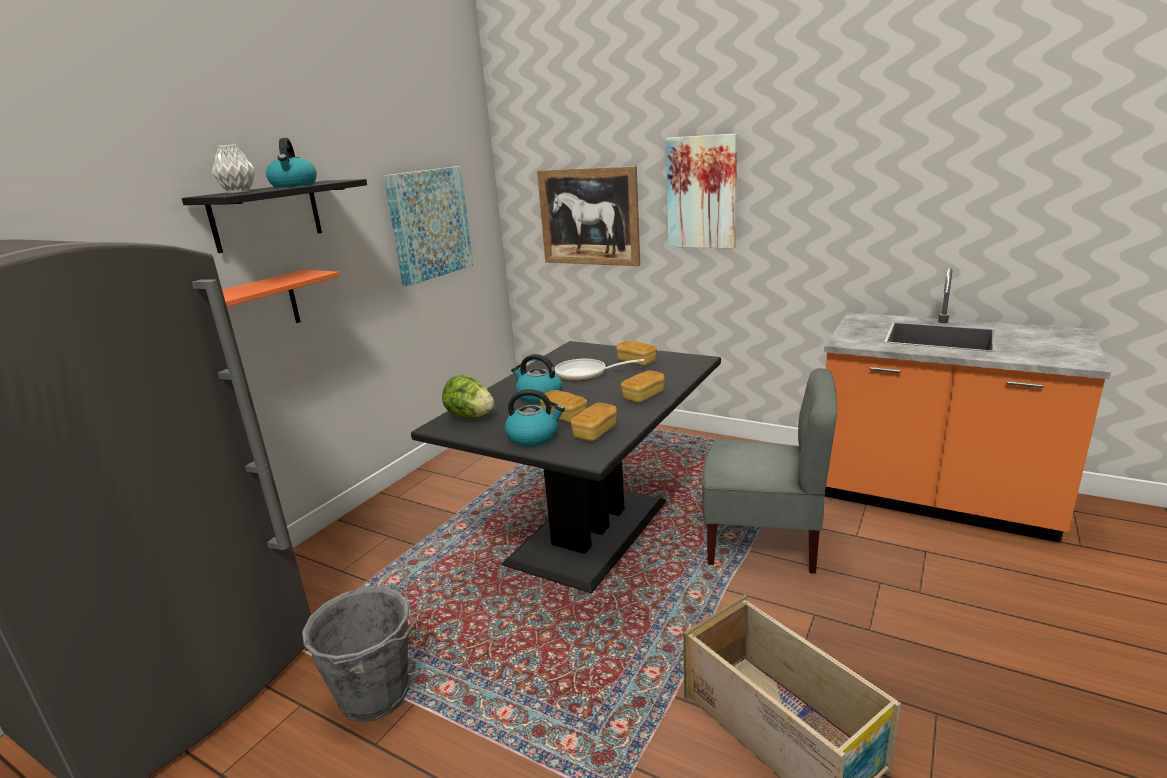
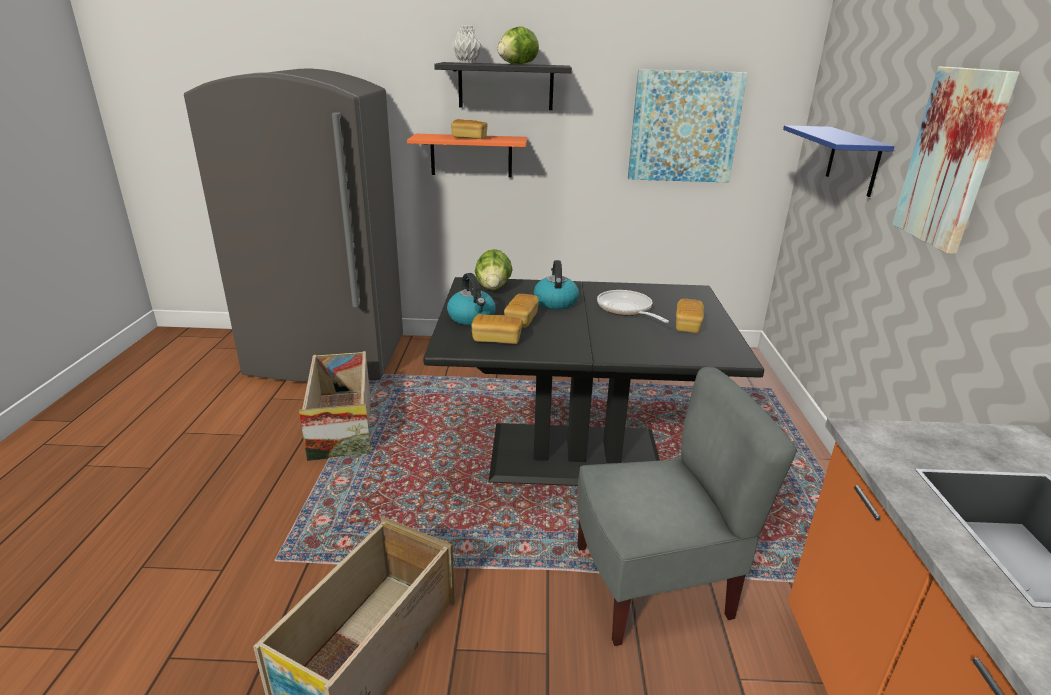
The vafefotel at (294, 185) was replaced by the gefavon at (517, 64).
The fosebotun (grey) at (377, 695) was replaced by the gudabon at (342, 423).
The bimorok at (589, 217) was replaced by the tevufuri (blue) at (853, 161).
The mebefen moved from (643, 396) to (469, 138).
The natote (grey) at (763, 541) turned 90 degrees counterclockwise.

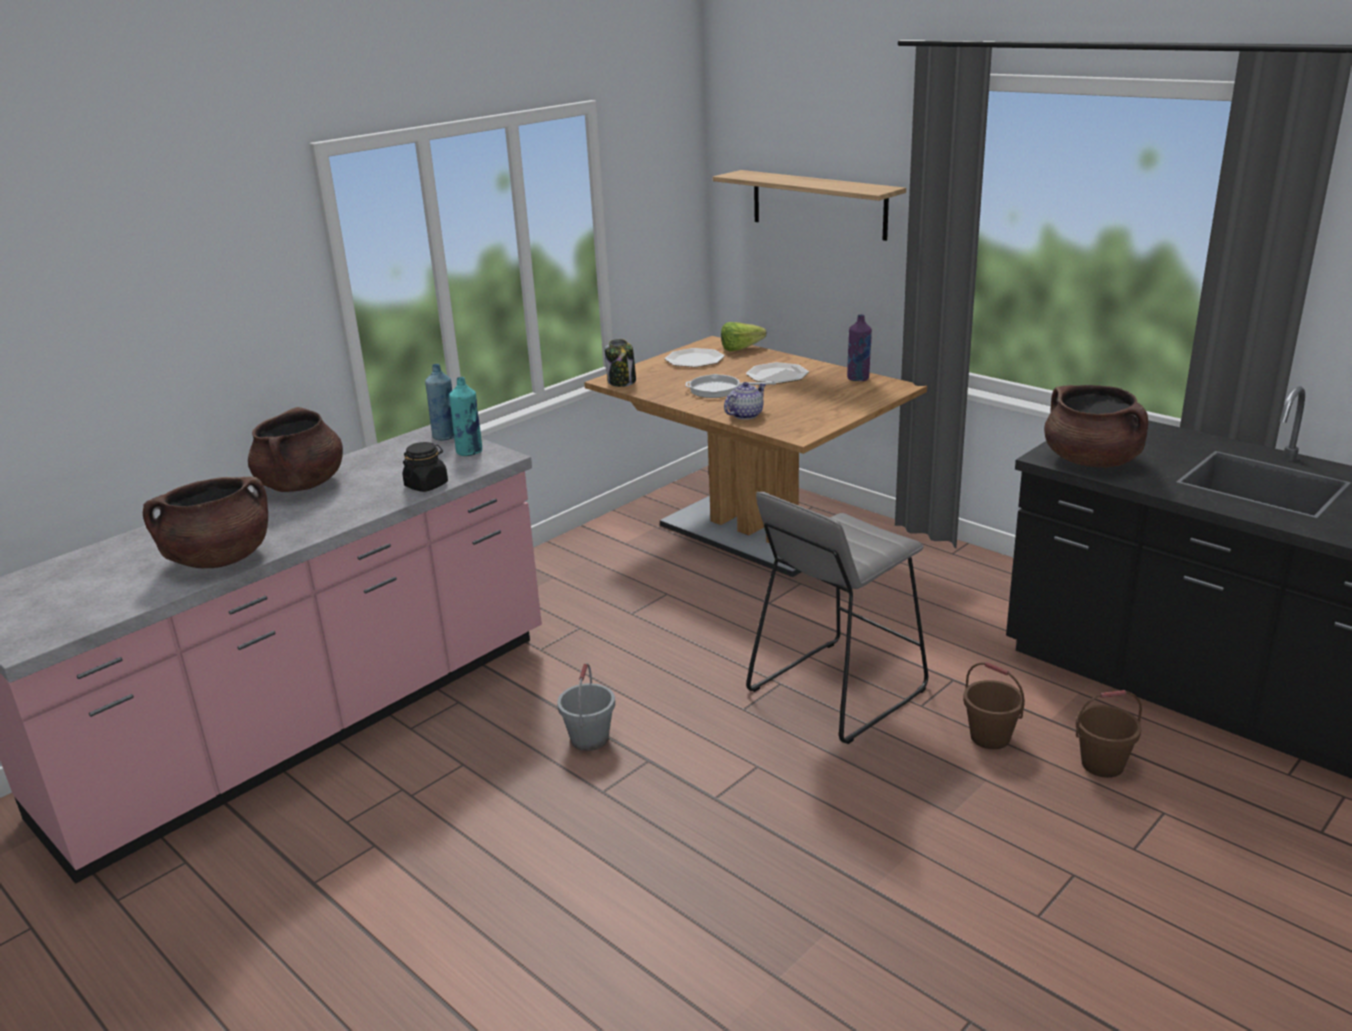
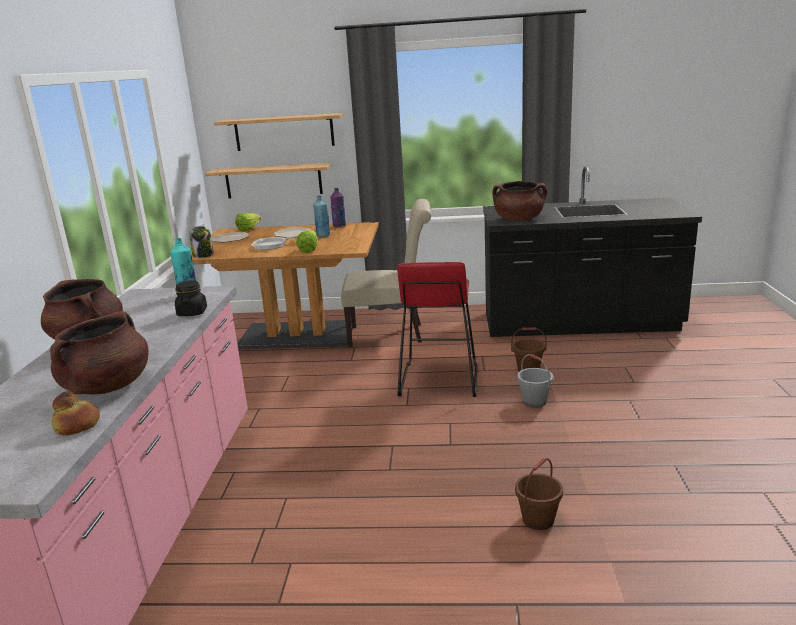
The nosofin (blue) moved from (445, 437) to (323, 236).
The fosebotun (grey) moved from (590, 739) to (535, 401).
The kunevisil at (745, 415) was replaced by the gefavon at (309, 250).
The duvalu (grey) at (836, 689) became the duvalu (red) at (438, 379).
The fosebotun (brown) moved from (1102, 765) to (538, 520).
The mebefen at (78, 425) appeared.
The tevufuri at (273, 181) appeared.
The natote (beige) at (391, 334) appeared.

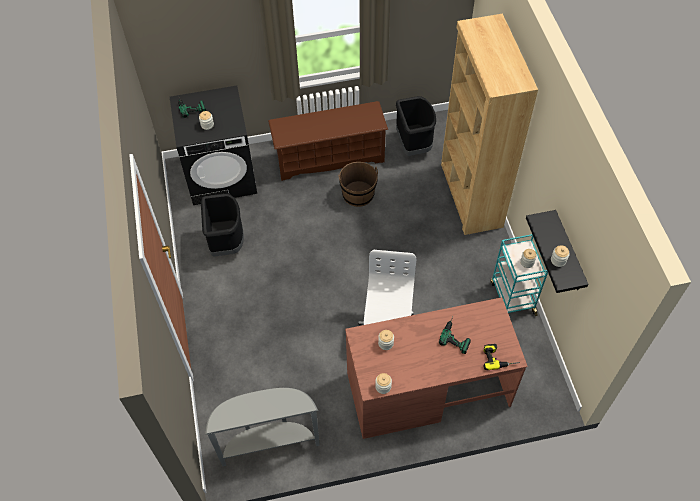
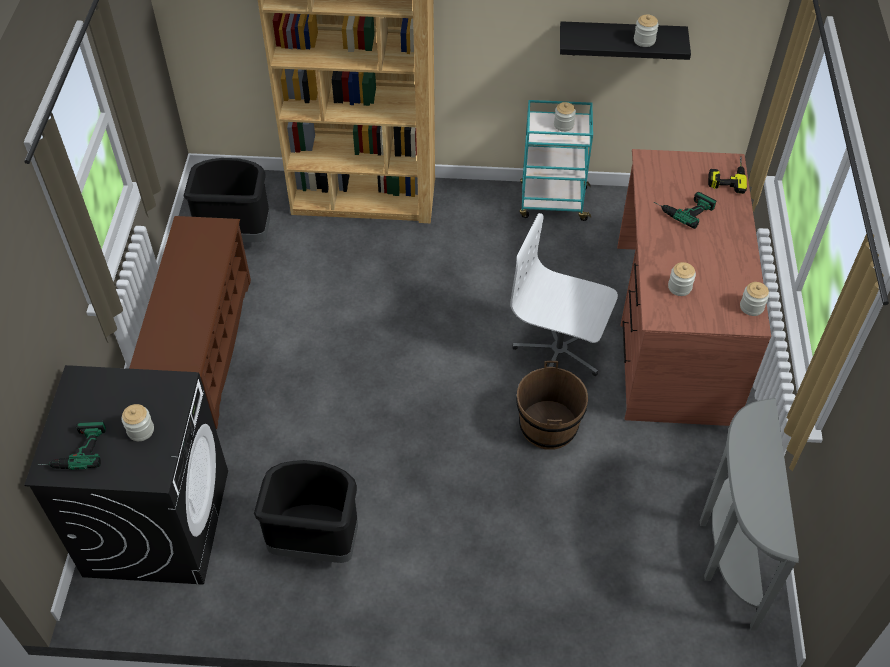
The fosebotun (brown) moved from (358, 194) to (548, 425).

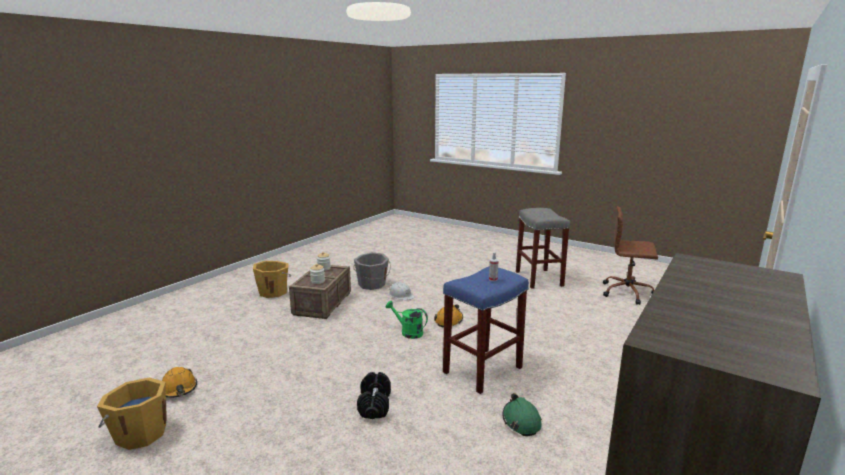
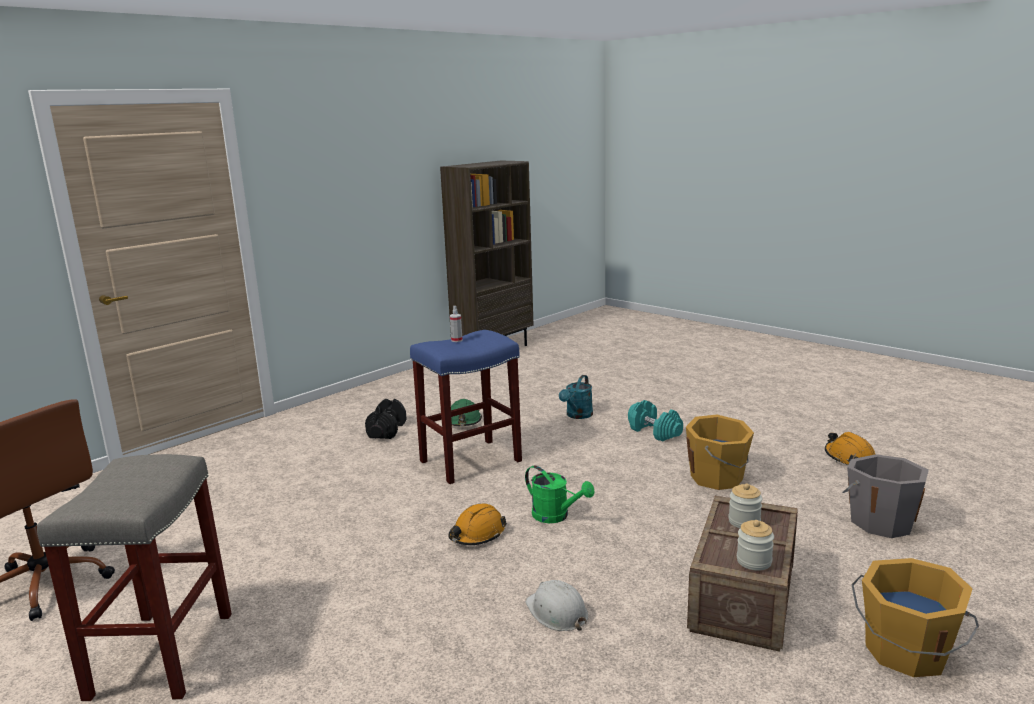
The fosebotun (orange) moved from (140, 433) to (718, 478).
The fosebotun (grey) moved from (372, 284) to (880, 522).
The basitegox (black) moved from (374, 404) to (387, 430).
The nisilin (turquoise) at (577, 415) appeared.
The basitegox (turquoise) at (655, 432) appeared.

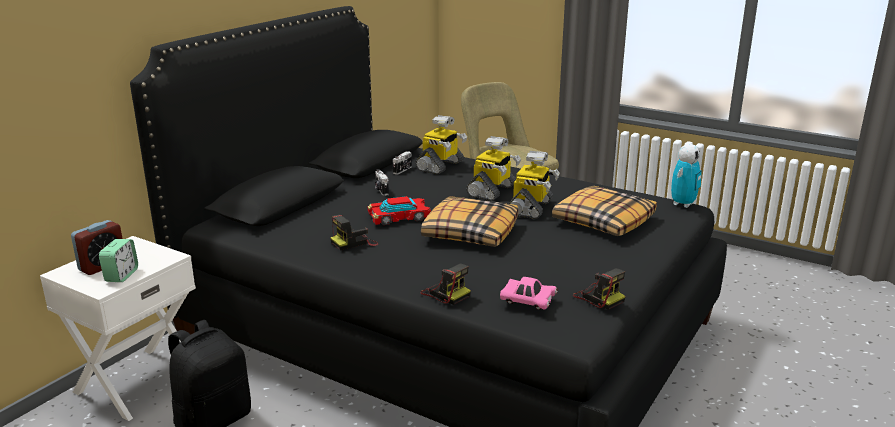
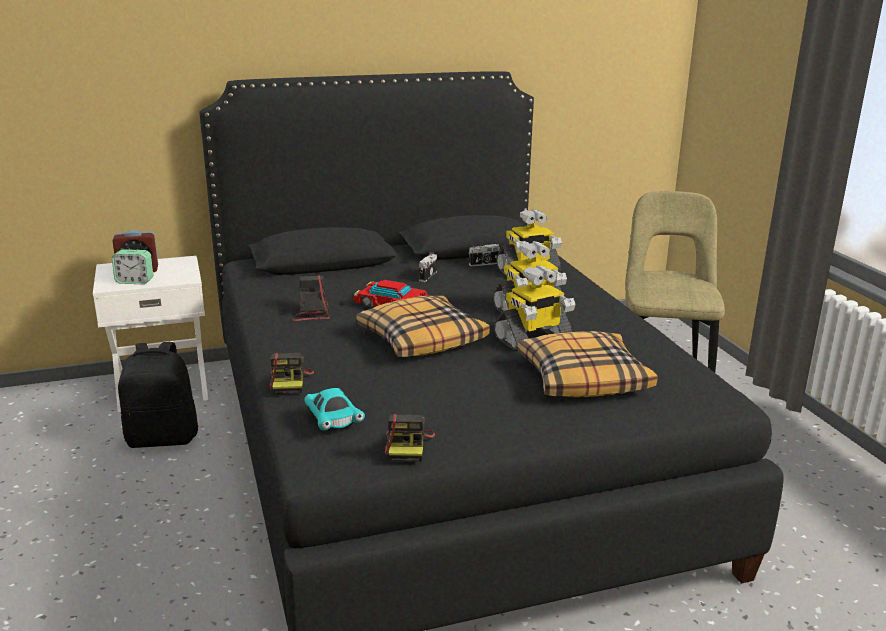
The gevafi at (121, 275) turned 45 degrees clockwise.
The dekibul at (354, 243) turned 75 degrees clockwise.
The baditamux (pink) at (527, 302) became the baditamux (turquoise) at (333, 419).
The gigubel at (683, 204) disappeared.

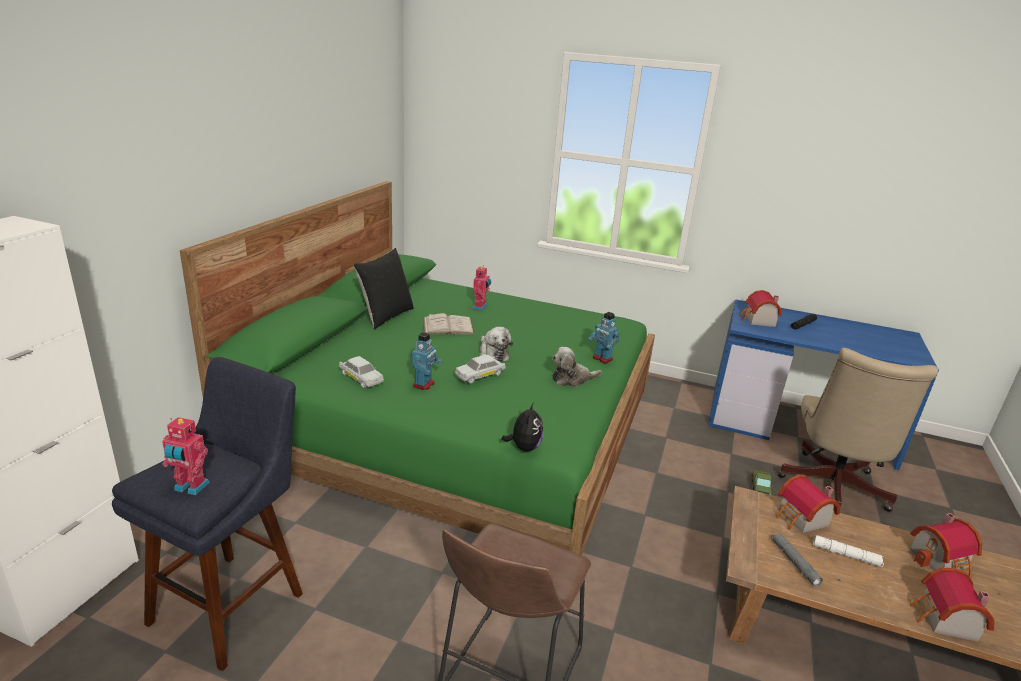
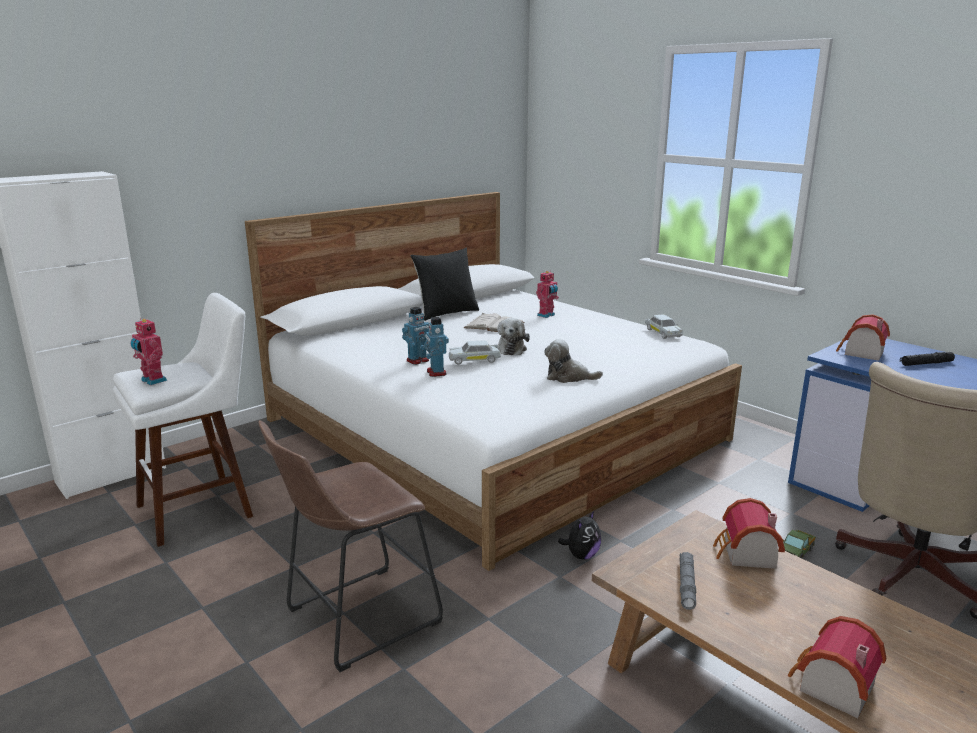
The duvalu (blue) at (234, 602) became the duvalu (white) at (202, 508).
The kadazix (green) at (455, 423) became the kadazix (white) at (492, 429).
The baditamux (white) moved from (361, 378) to (663, 333).
The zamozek moved from (524, 447) to (581, 555).
The gigubel moved from (602, 359) to (436, 373).
The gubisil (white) at (846, 555) disappeared.
The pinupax at (941, 561) disappeared.

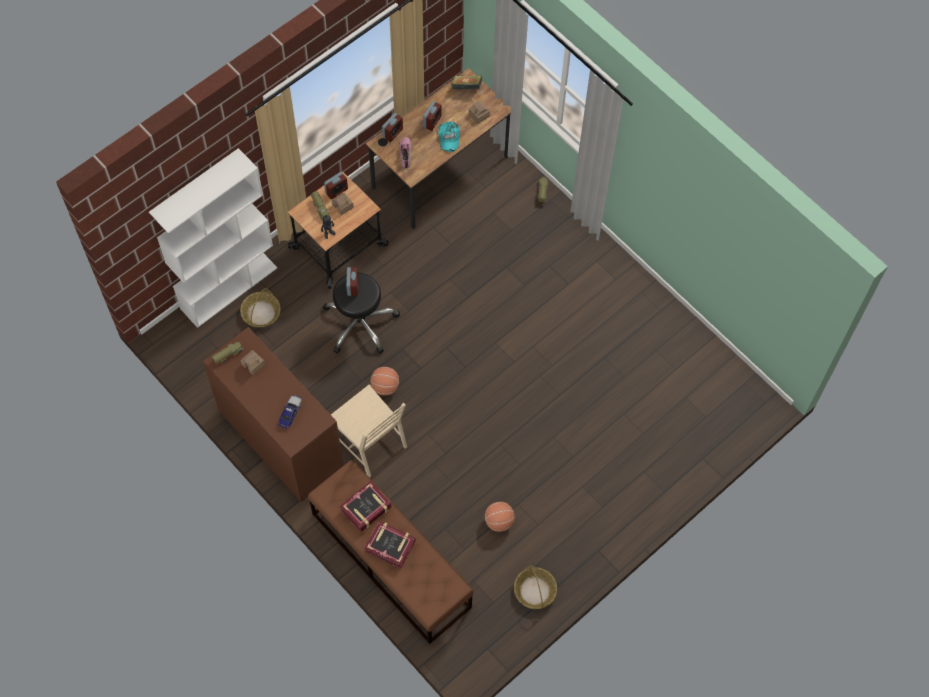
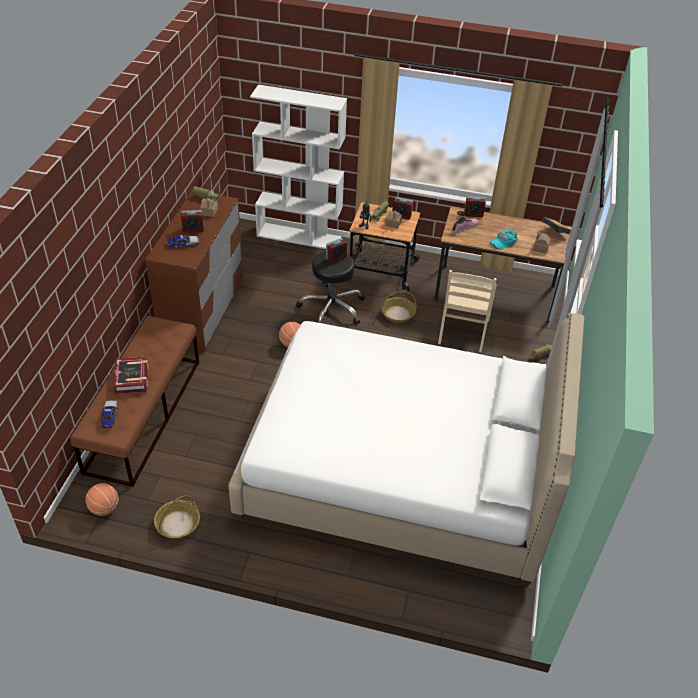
The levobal moved from (261, 313) to (398, 314).
The natote (beige) moved from (370, 442) to (463, 332).
The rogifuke at (366, 508) disappeared.
The gevafi moved from (432, 122) to (193, 229).
The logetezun moved from (499, 521) to (104, 508).
The baditamux at (109, 416) appeared.
The kadazix (white) at (399, 469) appeared.

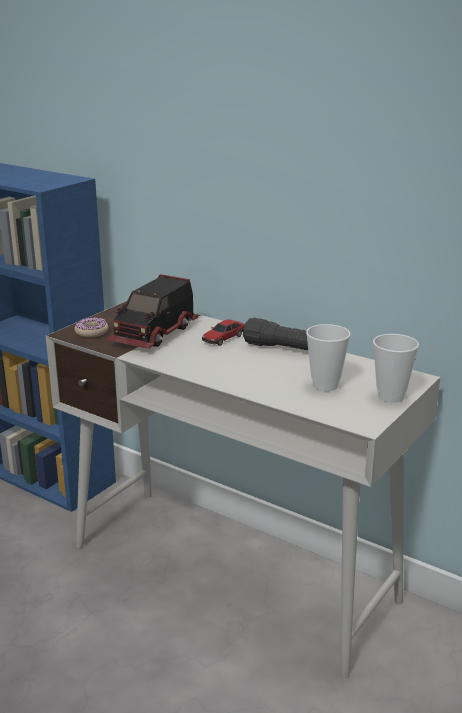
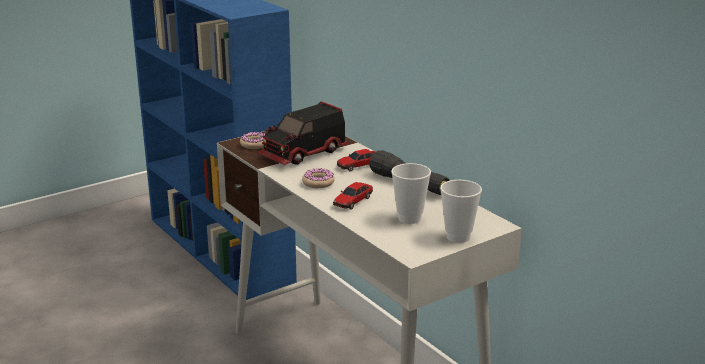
The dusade at (318, 183) appeared.
The baditamux at (353, 201) appeared.

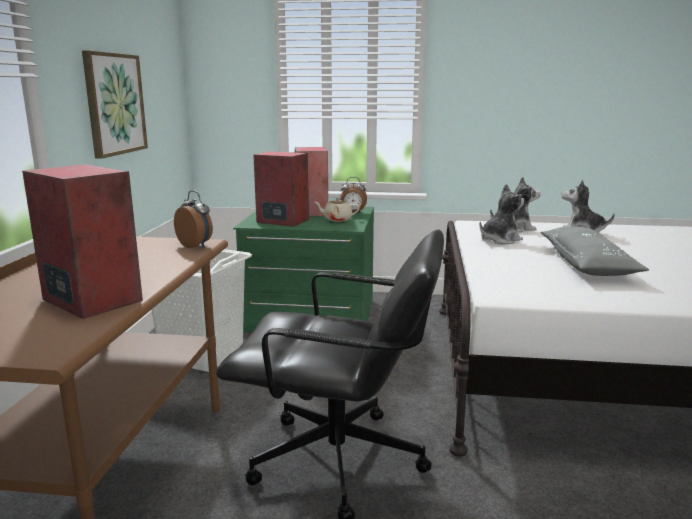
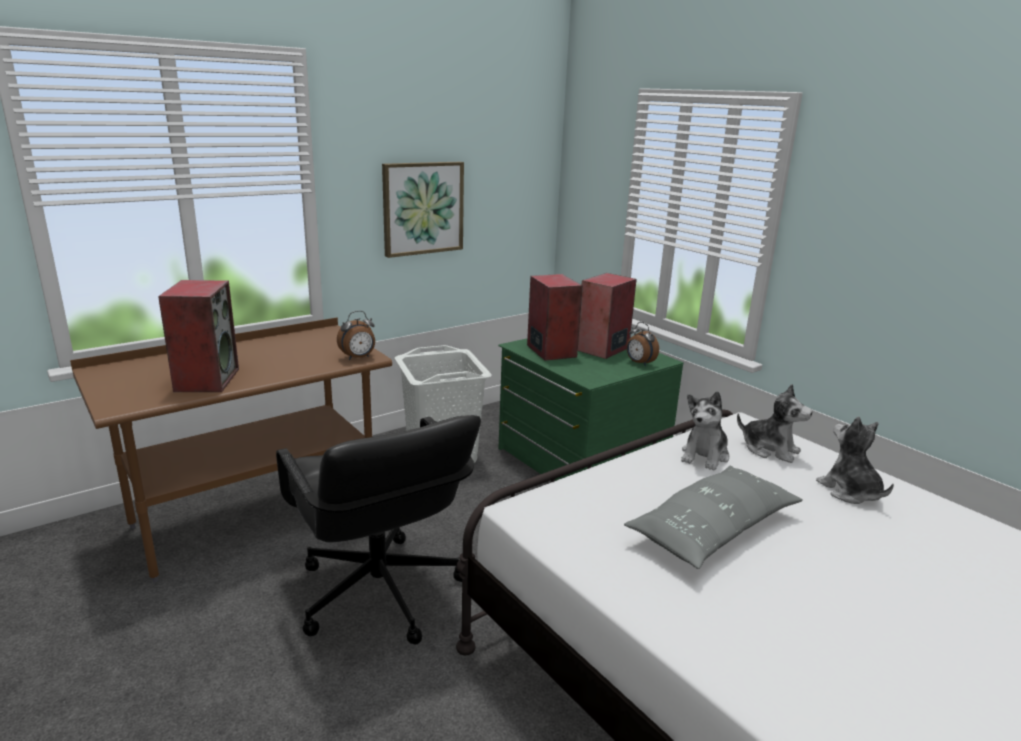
The gevafi at (196, 246) turned 60 degrees clockwise.
The kunevisil (beige) at (337, 219) disappeared.
The zamozek at (499, 240) turned 105 degrees clockwise.

